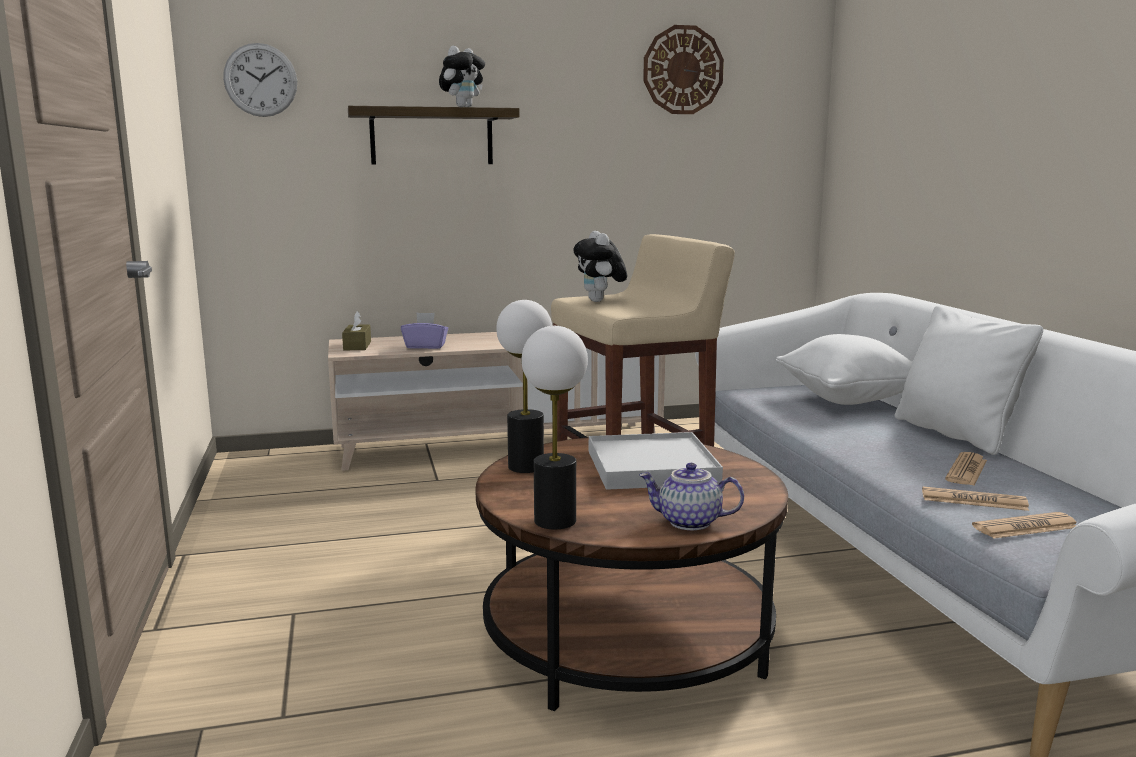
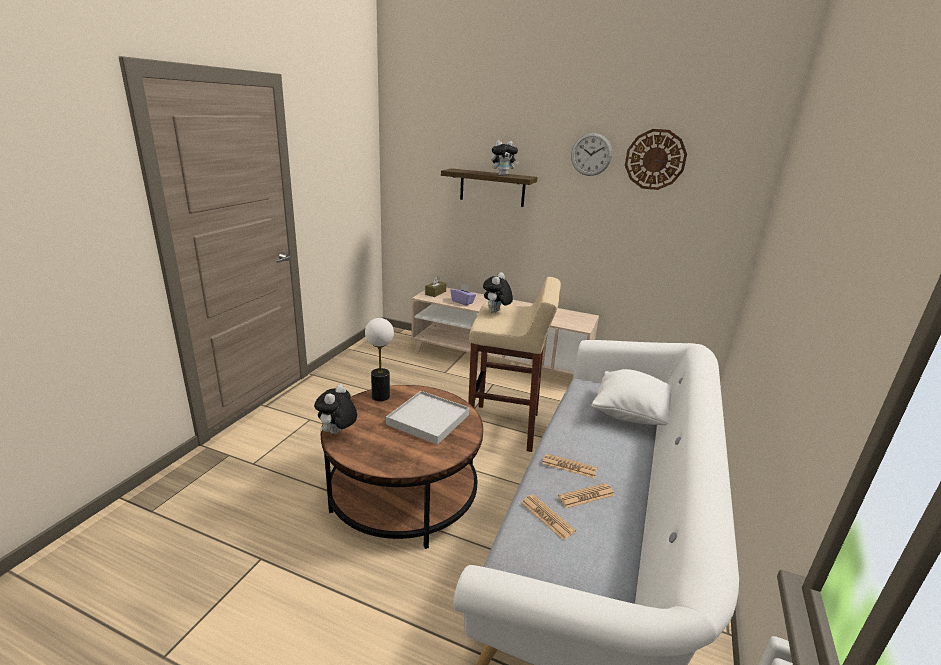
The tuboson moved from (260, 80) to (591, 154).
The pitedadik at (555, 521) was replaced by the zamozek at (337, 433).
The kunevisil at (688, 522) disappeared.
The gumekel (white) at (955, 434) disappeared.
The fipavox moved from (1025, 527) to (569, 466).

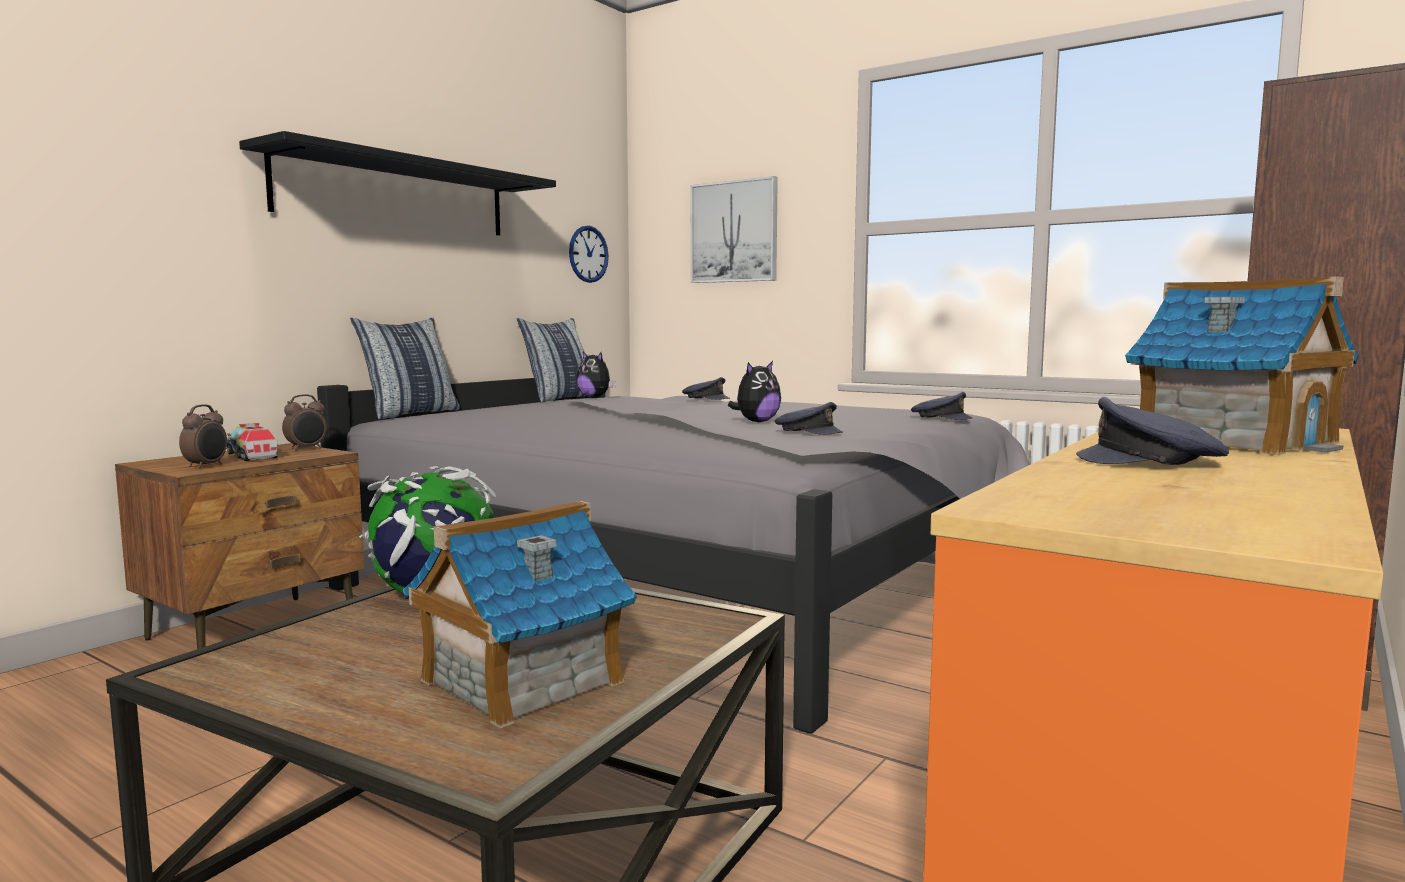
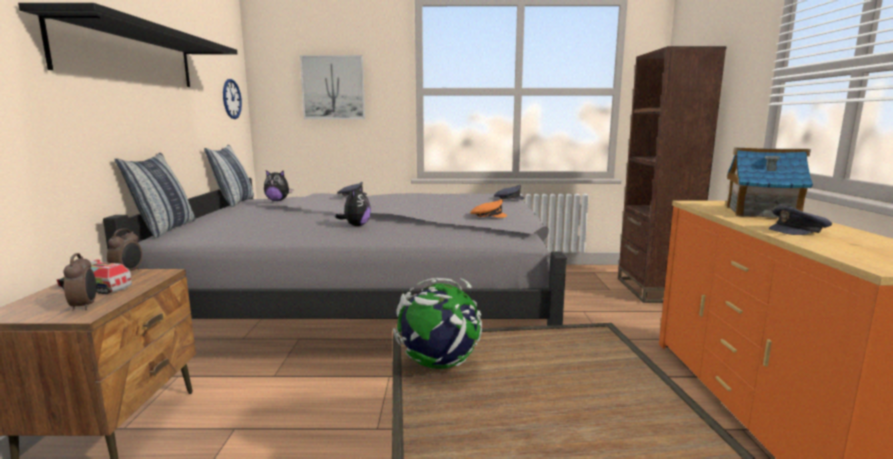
The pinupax at (520, 681) disappeared.
The zamozek moved from (756, 422) to (356, 226).
The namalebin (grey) at (808, 431) became the namalebin (orange) at (487, 216).

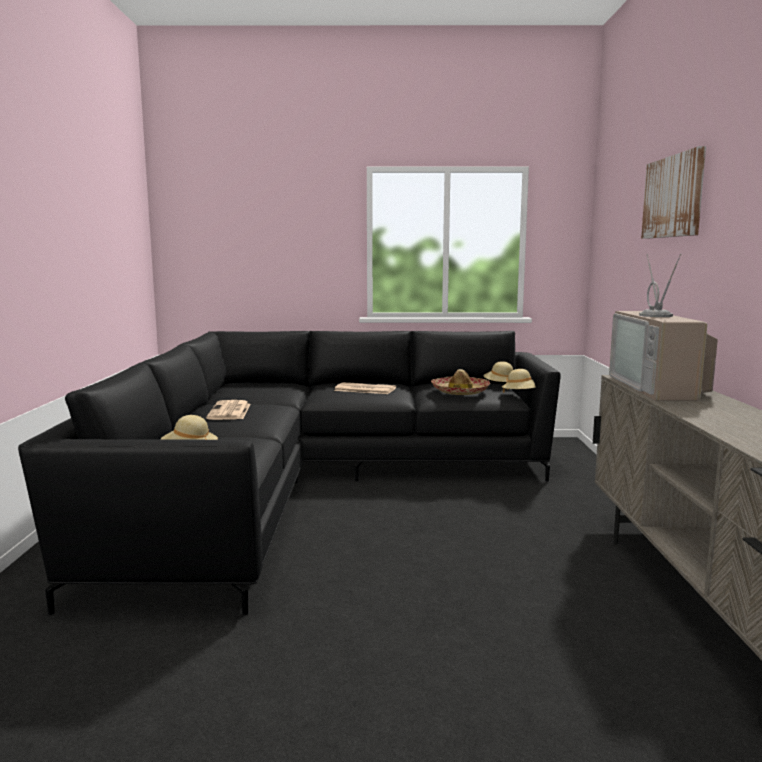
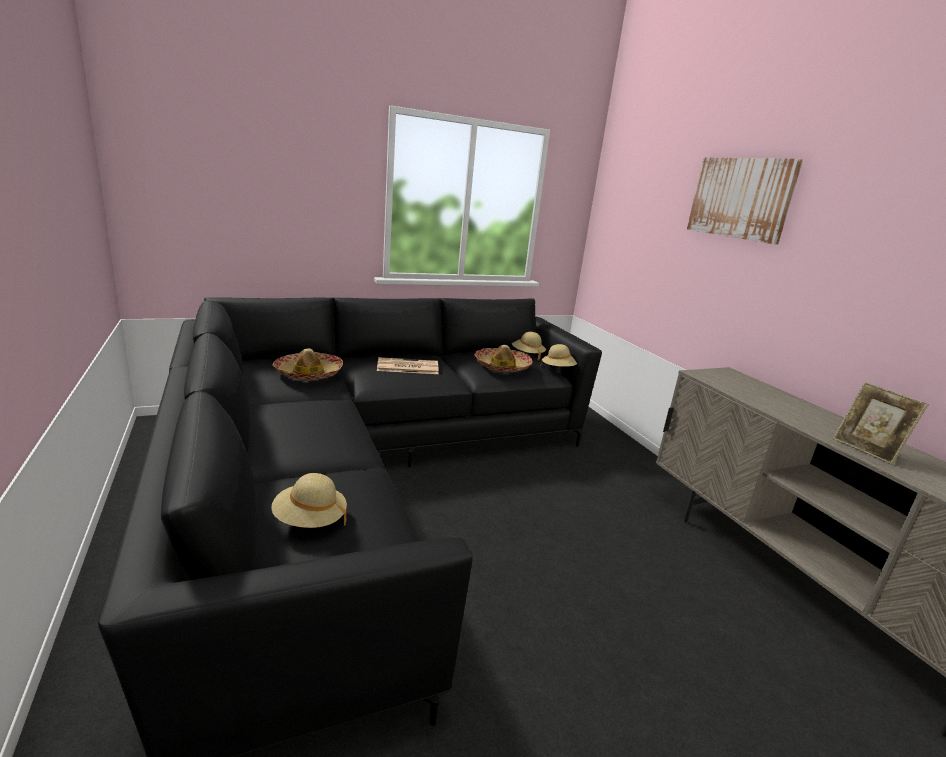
The fipavox at (230, 411) disappeared.
The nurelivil at (659, 388) disappeared.
The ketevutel at (309, 373) appeared.
The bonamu at (866, 450) appeared.

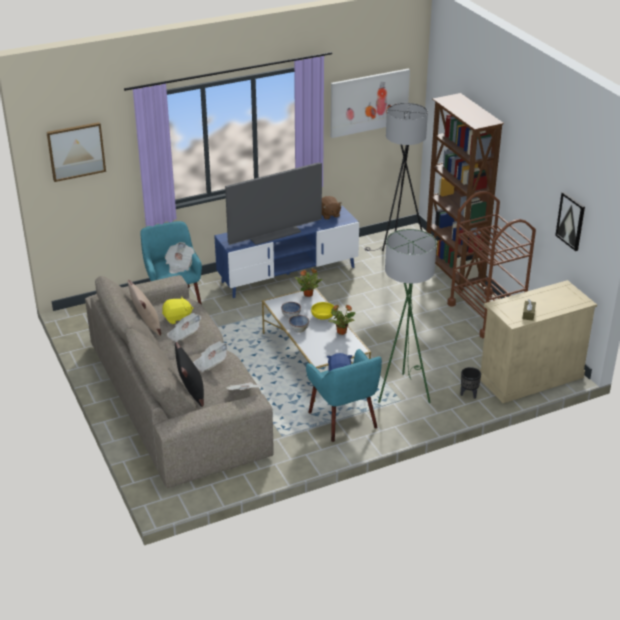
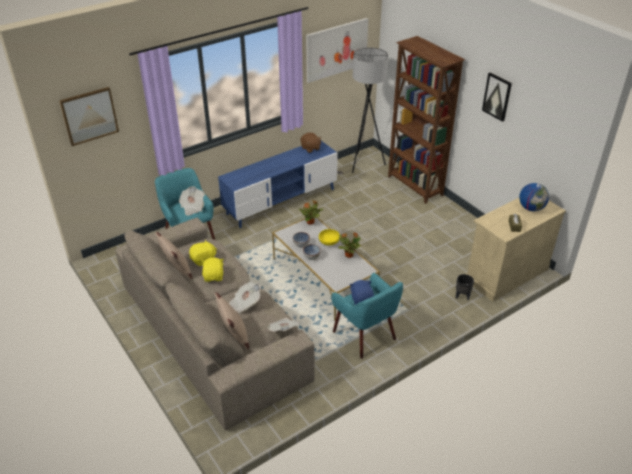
The fipavox at (184, 335) was replaced by the zamozek (yellow) at (214, 276).
The gumekel (black) at (191, 394) became the gumekel (beige) at (234, 336).
The nurelivil at (273, 232) disappeared.
The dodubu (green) at (403, 390) disappeared.
The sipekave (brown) at (486, 314) disappeared.
The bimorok moved from (571, 221) to (497, 96).
The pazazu at (531, 208) appeared.

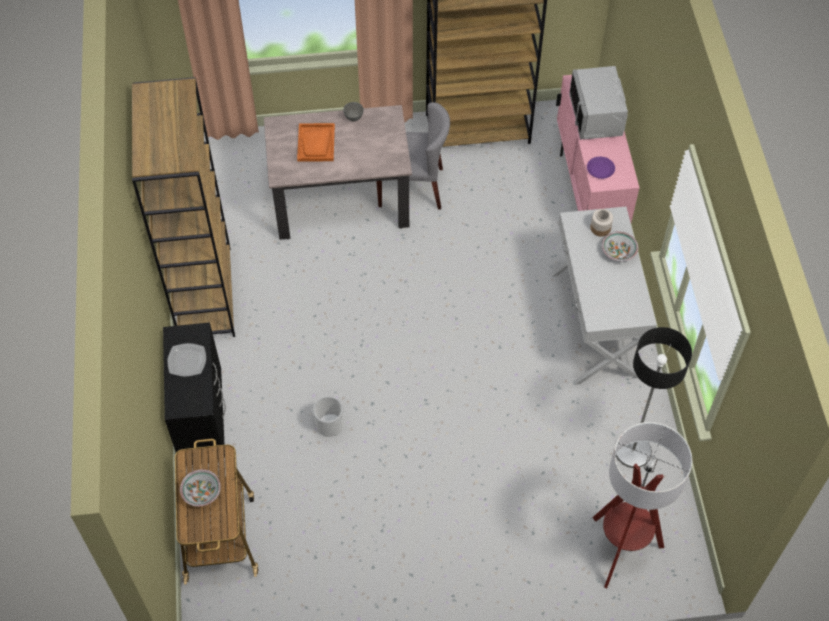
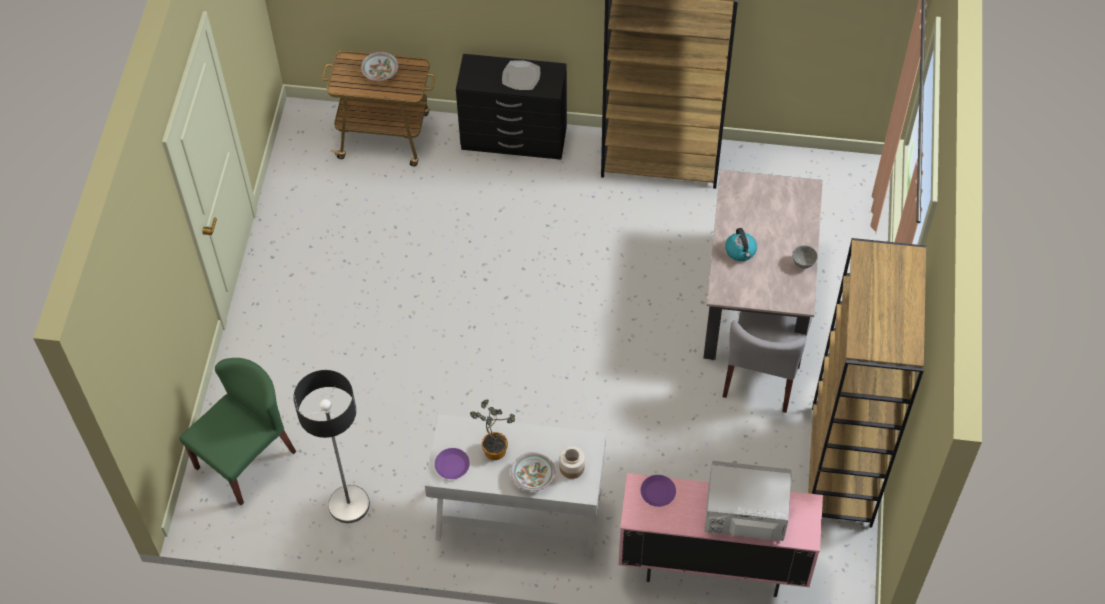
The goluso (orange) at (316, 143) disappeared.
The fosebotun at (329, 425) disappeared.
The dodubu at (621, 550) was replaced by the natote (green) at (246, 459).
The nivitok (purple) at (452, 465) appeared.
The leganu at (494, 447) appeared.
The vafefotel at (740, 251) appeared.

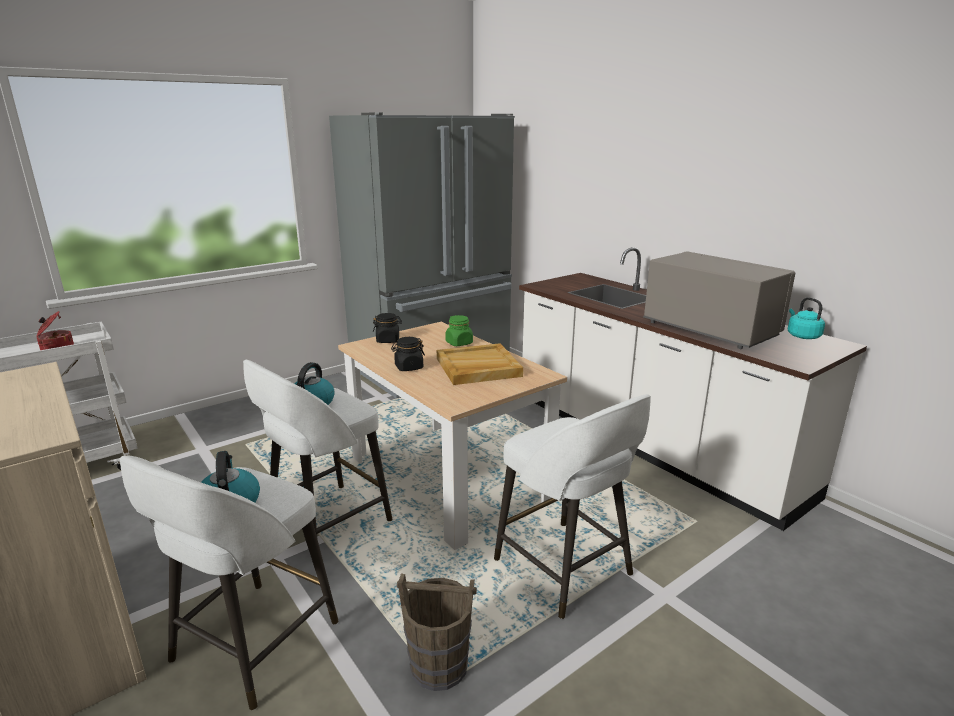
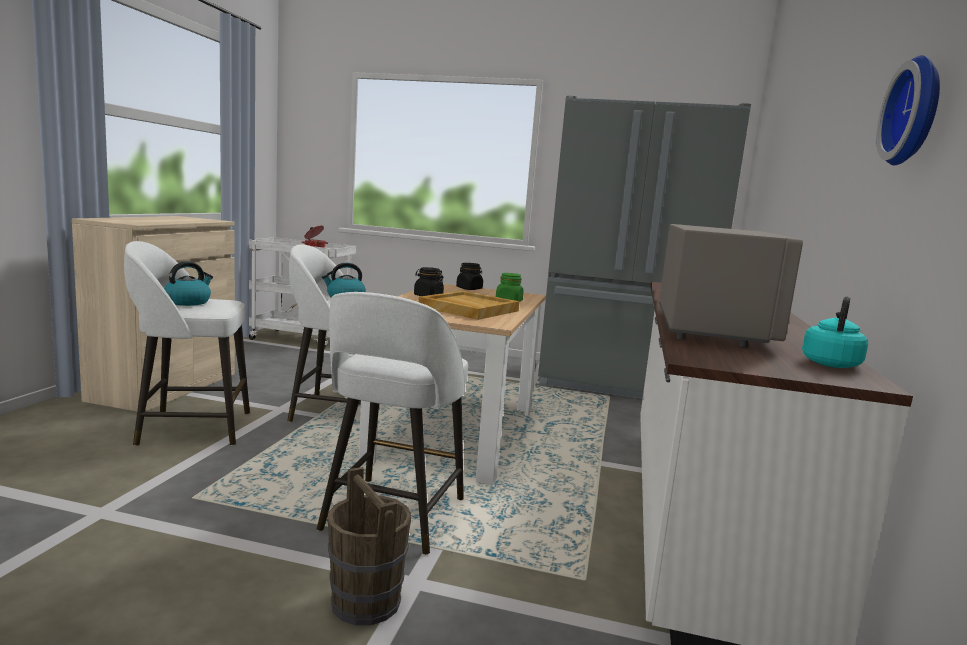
The fosebotun (brown) moved from (439, 665) to (366, 602).
The tuboson at (917, 112) appeared.

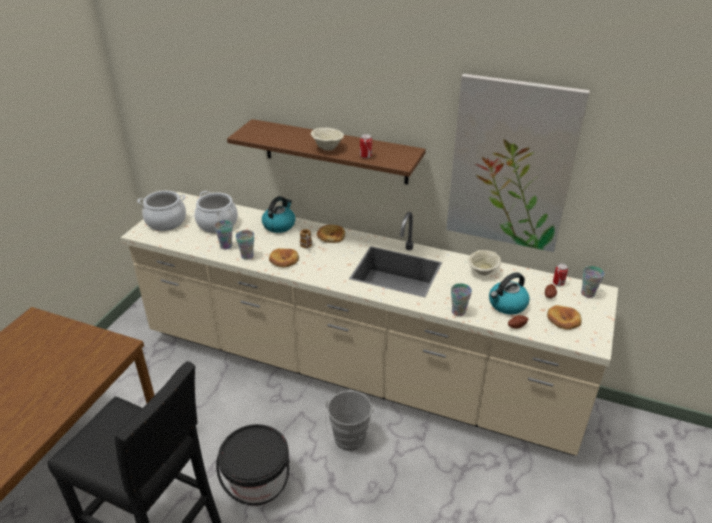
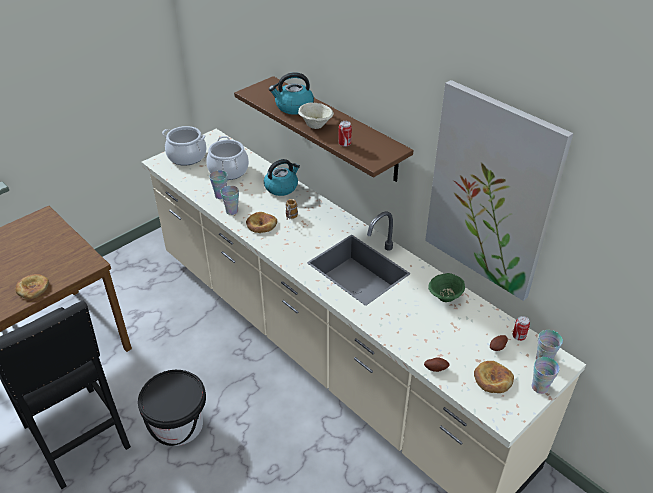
The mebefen moved from (331, 236) to (33, 288).
The fosebotun (grey) at (349, 441) disappeared.
The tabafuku moved from (458, 312) to (539, 387).
The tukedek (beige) at (483, 272) became the tukedek (green) at (445, 297).
The vafefotel moved from (507, 305) to (293, 107).

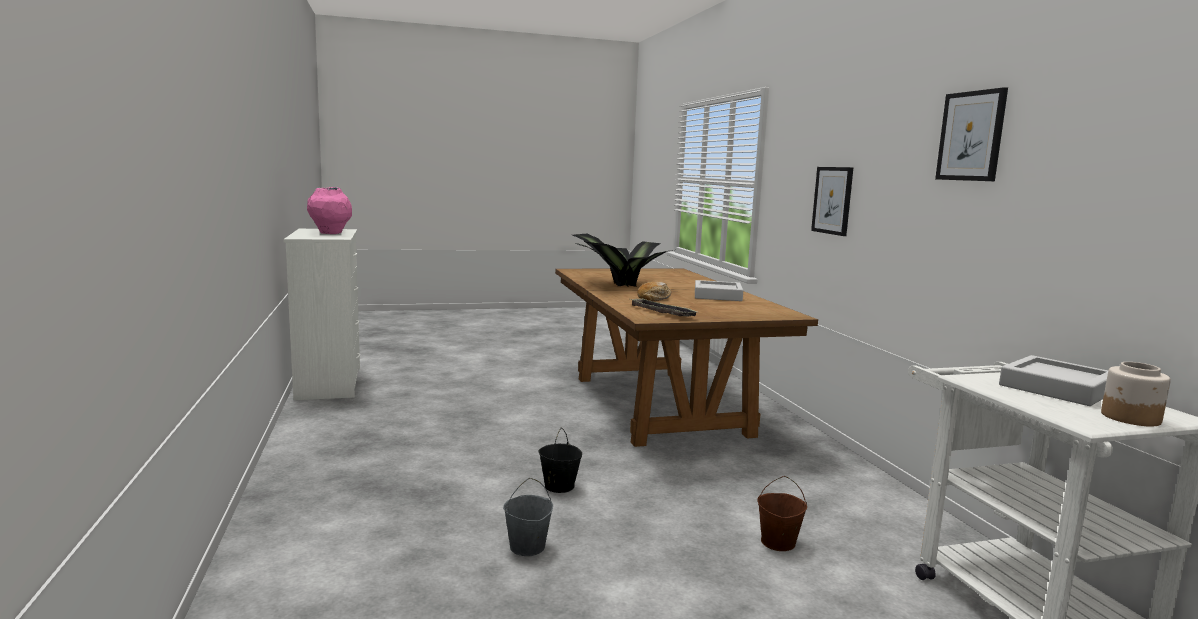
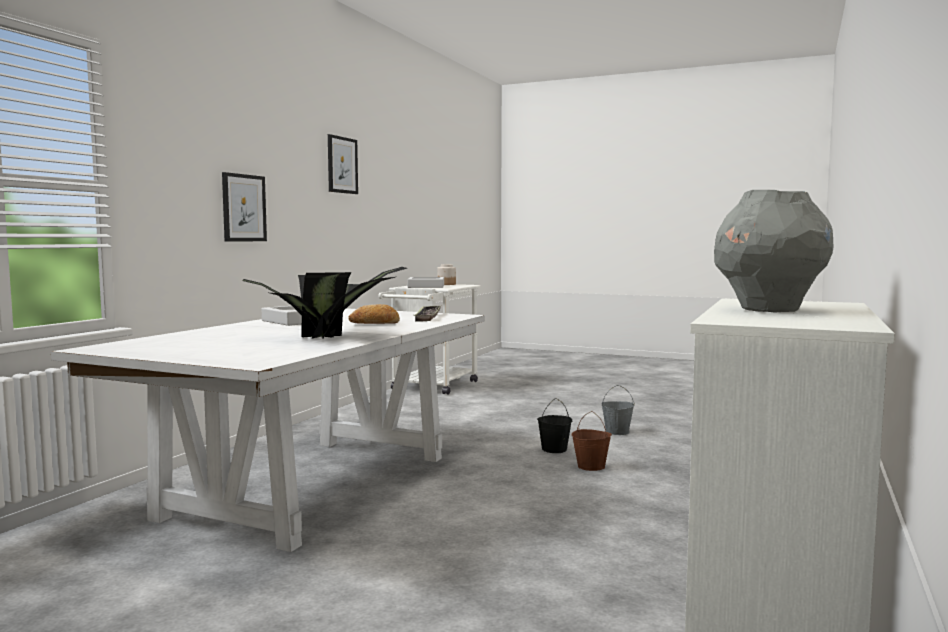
The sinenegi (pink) at (331, 233) became the sinenegi (grey) at (768, 310).
The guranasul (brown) at (659, 405) became the guranasul (white) at (313, 485).
The fosebotun (brown) moved from (778, 543) to (591, 466).

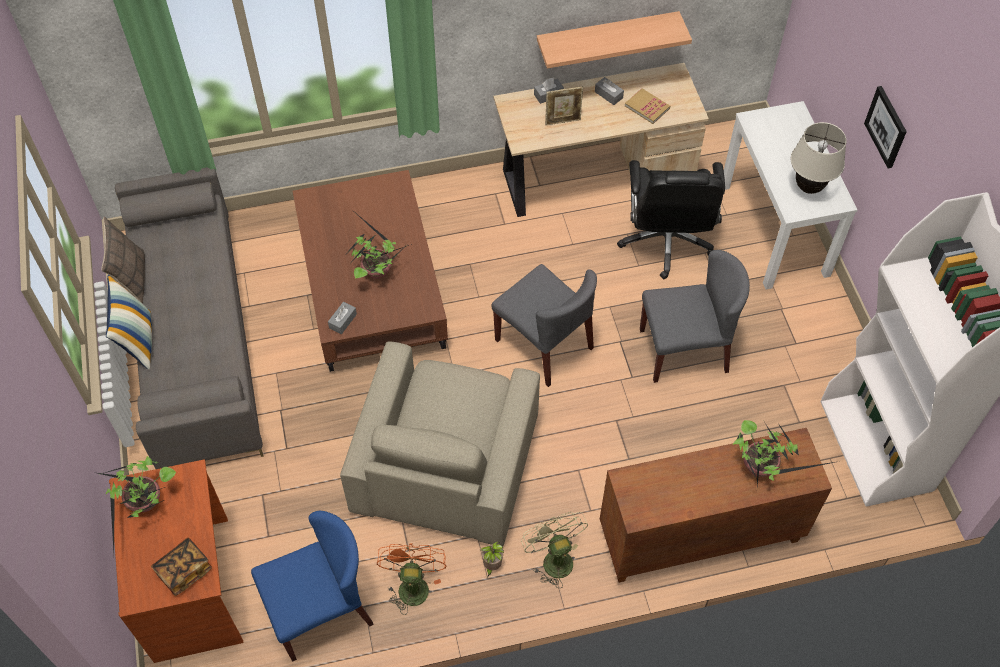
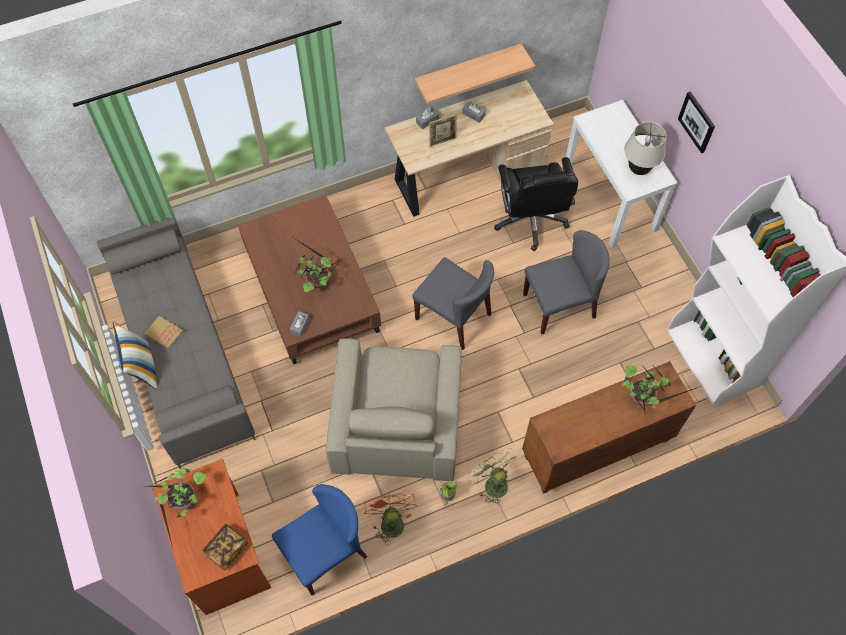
The gumekel at (132, 278) disappeared.
The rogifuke moved from (647, 107) to (164, 333).

